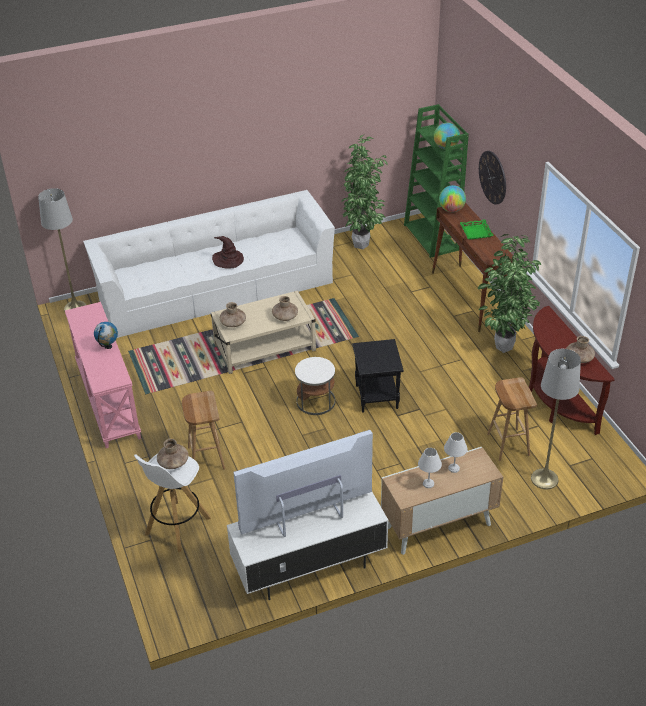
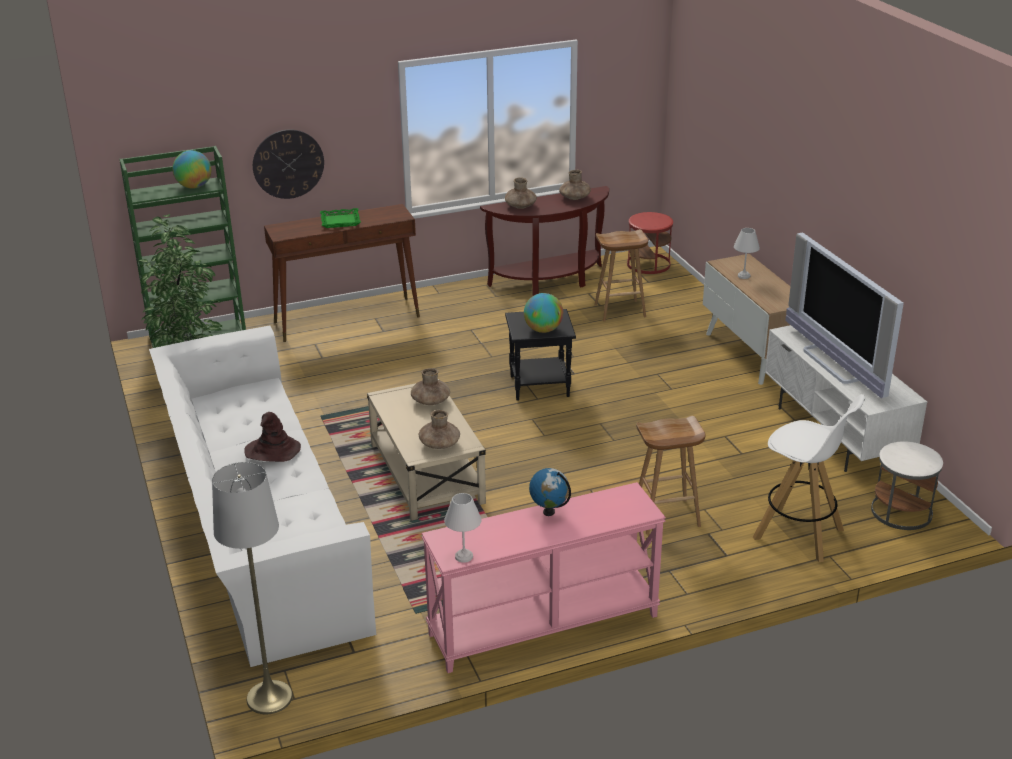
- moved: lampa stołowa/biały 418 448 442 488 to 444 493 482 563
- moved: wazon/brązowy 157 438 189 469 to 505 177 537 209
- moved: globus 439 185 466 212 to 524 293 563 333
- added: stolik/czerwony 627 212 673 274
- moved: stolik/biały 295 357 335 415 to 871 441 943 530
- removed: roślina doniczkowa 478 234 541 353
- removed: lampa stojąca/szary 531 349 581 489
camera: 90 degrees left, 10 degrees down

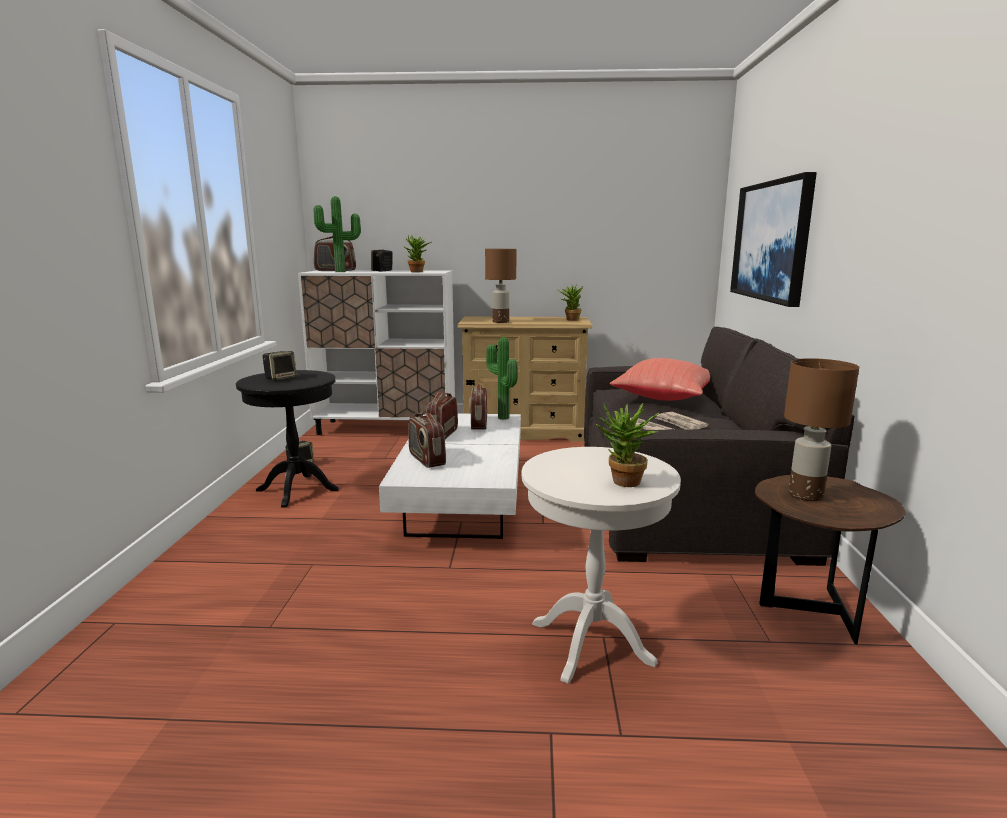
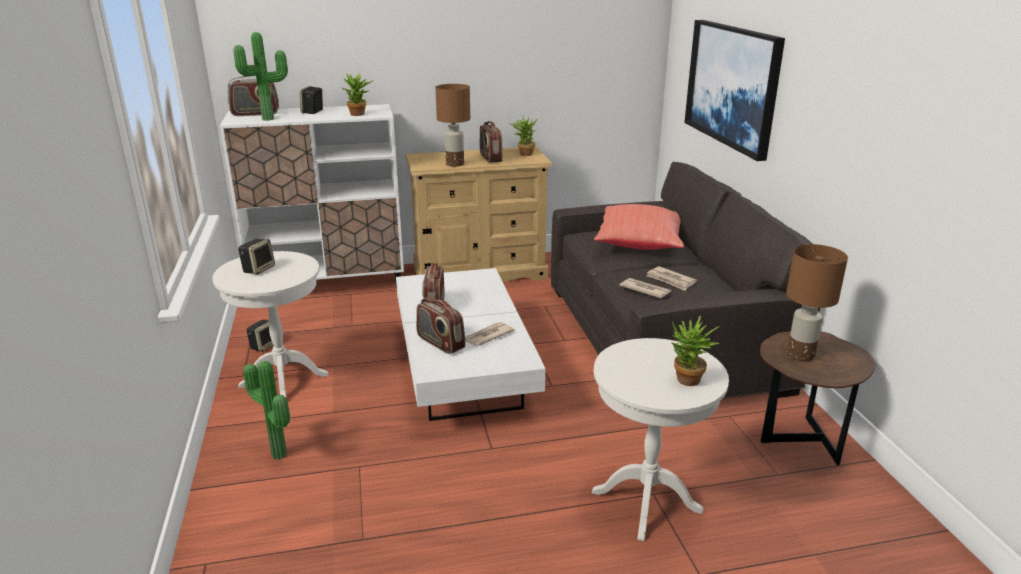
- recoloured: stolik/czarny 236 370 339 508 to stolik/biały 212 251 328 398
- moved: roślina doniczkowa 486 337 518 420 to 243 361 290 460
- added: gazeta 465 322 515 346
- moved: radio 469 384 487 430 to 480 121 503 163
camera: 15 degrees left, 10 degrees up

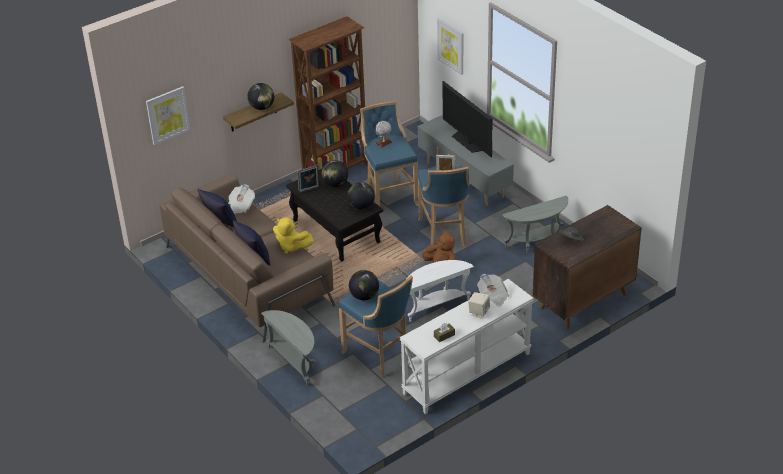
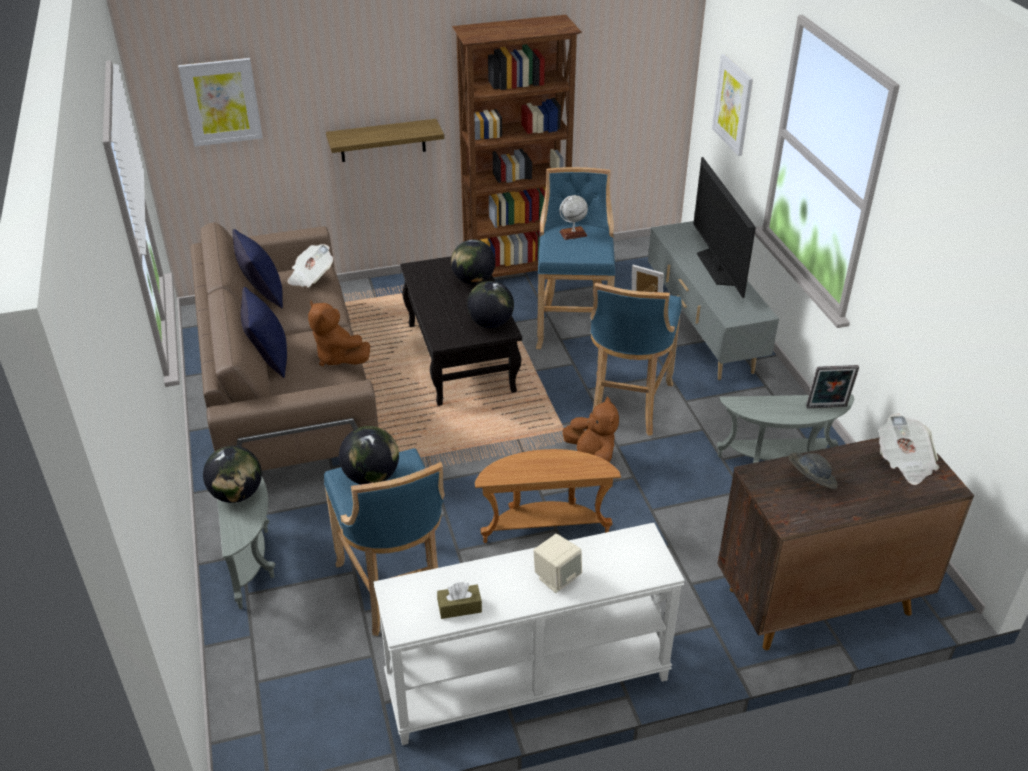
- moved: globus 247 83 274 110 to 203 446 262 503
- recoloured: pluszak/żółty 273 218 314 254 to pluszak/brązowy 308 301 370 366
- recoloured: stolik/biały 407 260 474 322 to stolik/brązowy 475 449 621 543
- moved: ramka na zdjęcie 298 165 319 193 to 806 365 859 408
- moved: gazeta 477 274 509 307 to 878 414 939 485
camera: 20 degrees right, 0 degrees up

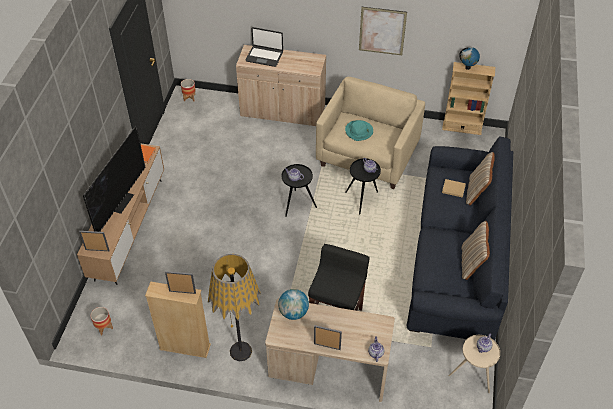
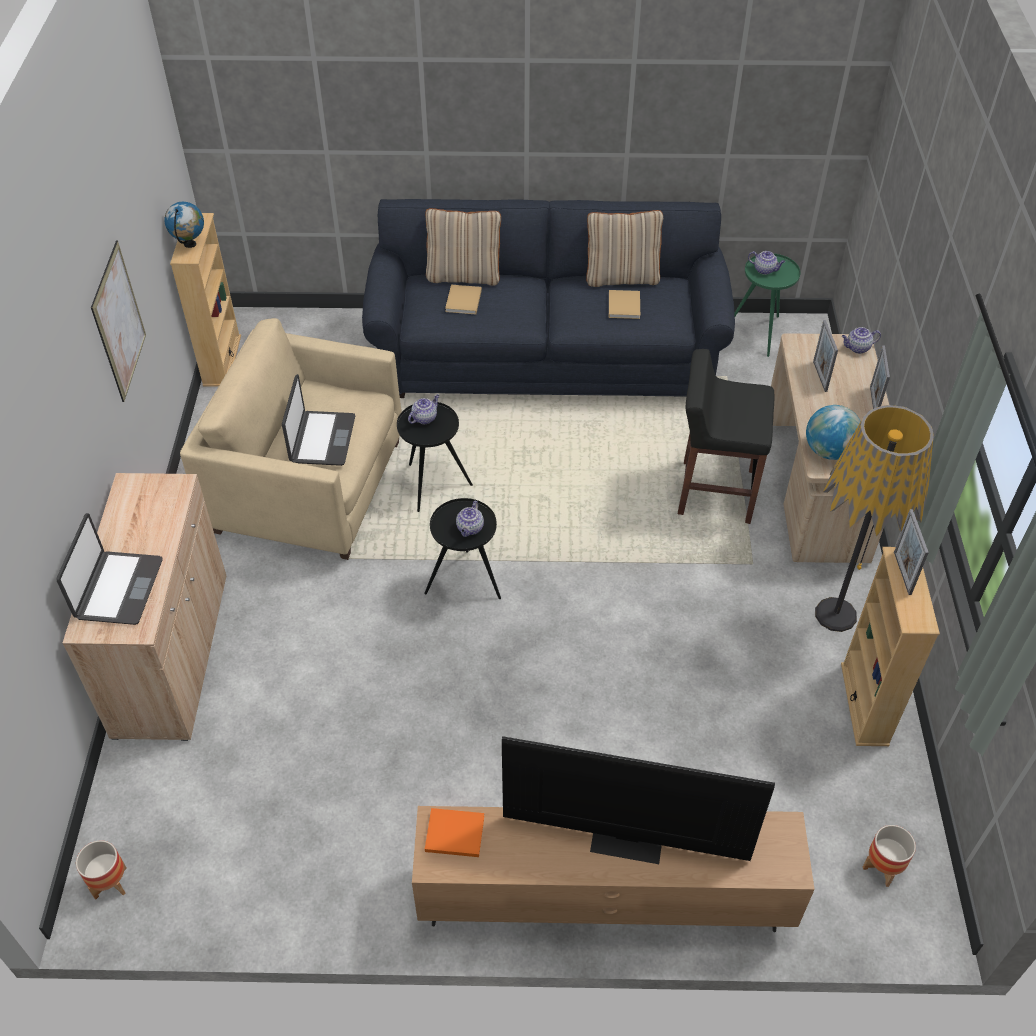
- replaced: kapelusz/turkusowy 345 120 373 141 to laptop 282 374 355 466
- added: książka/beżowy 609 290 640 319
- recoloured: stolik/beżowy 448 335 500 393 to stolik/zielony 734 253 800 357
- moved: ramka na zdjęcie 79 231 110 251 to 813 320 838 392
camera: 100 degrees left, 0 degrees up

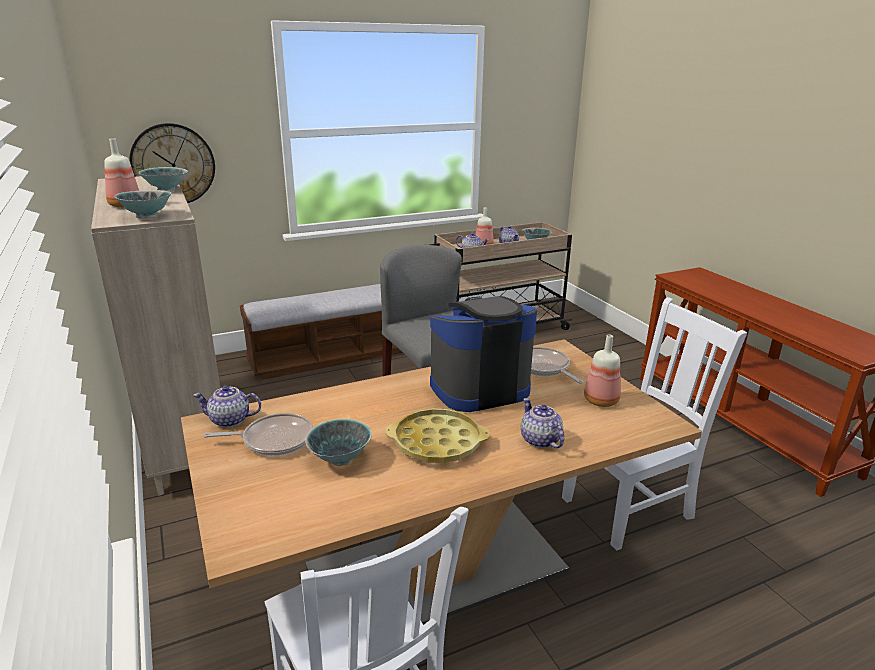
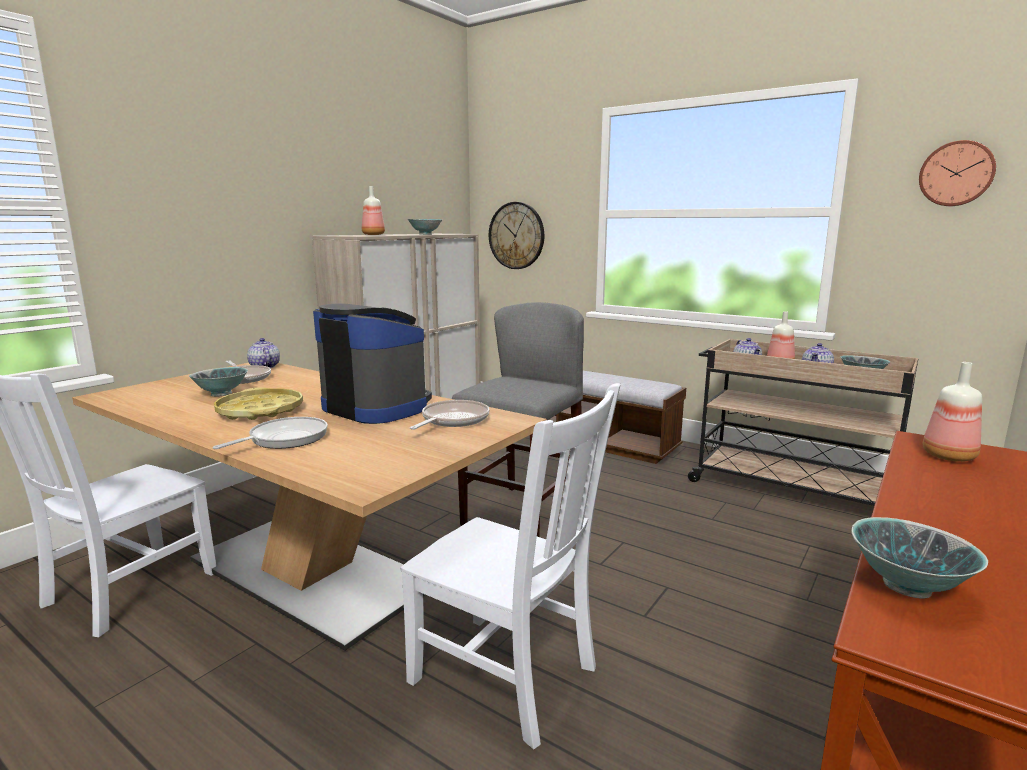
- replaced: imbryk 521 398 564 448 to patelnia 213 417 328 449
- moved: miska 115 190 171 218 to 851 517 988 599
- added: zegar ścienny 919 140 996 206
- moved: butelka 584 334 621 407 to 923 362 982 462
camera: 60 degrees right, 10 degrees down

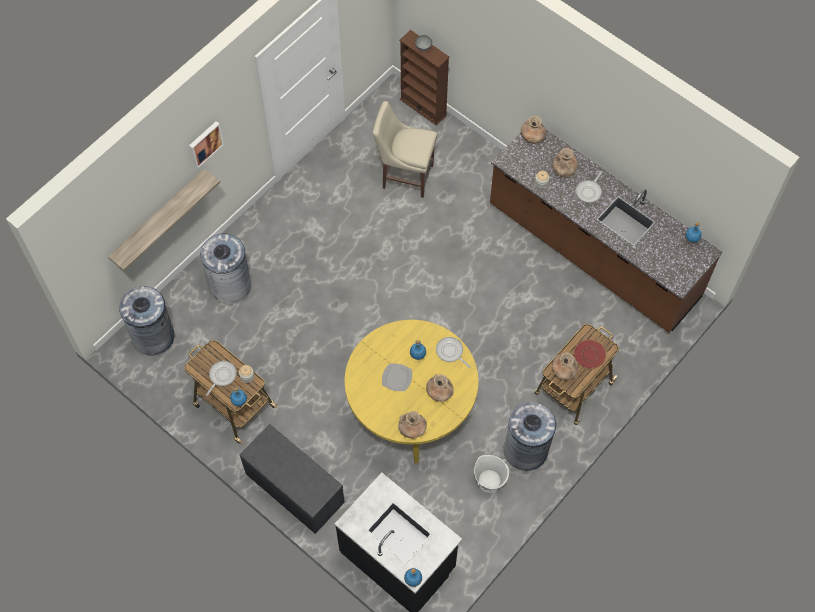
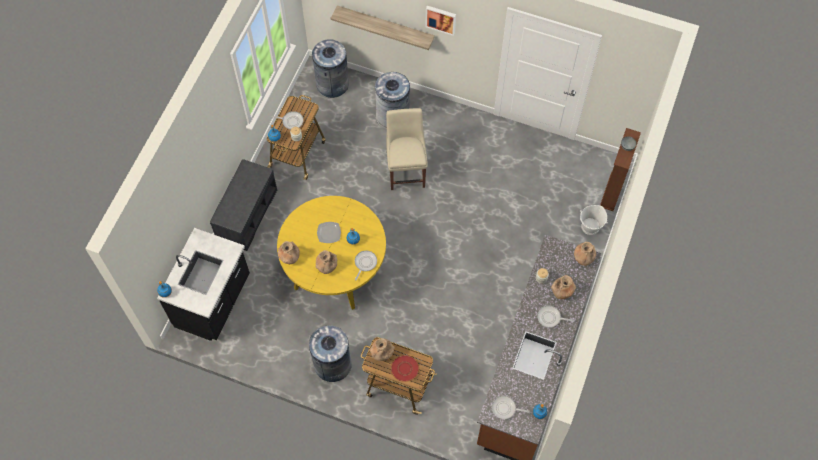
- moved: krzesło/beżowy 373 101 437 198 to 386 108 428 190
- added: patelnia 492 395 530 419
- moved: wiadro/biały 474 455 509 493 to 580 205 608 235
camera: 70 degrees right, 0 degrees up

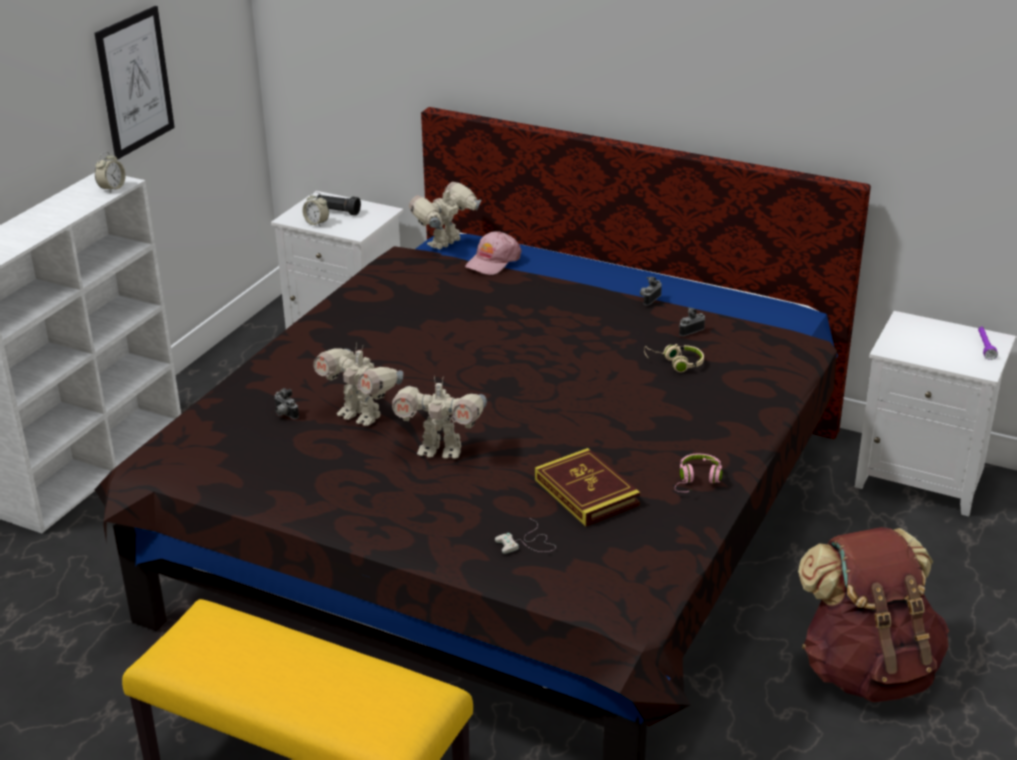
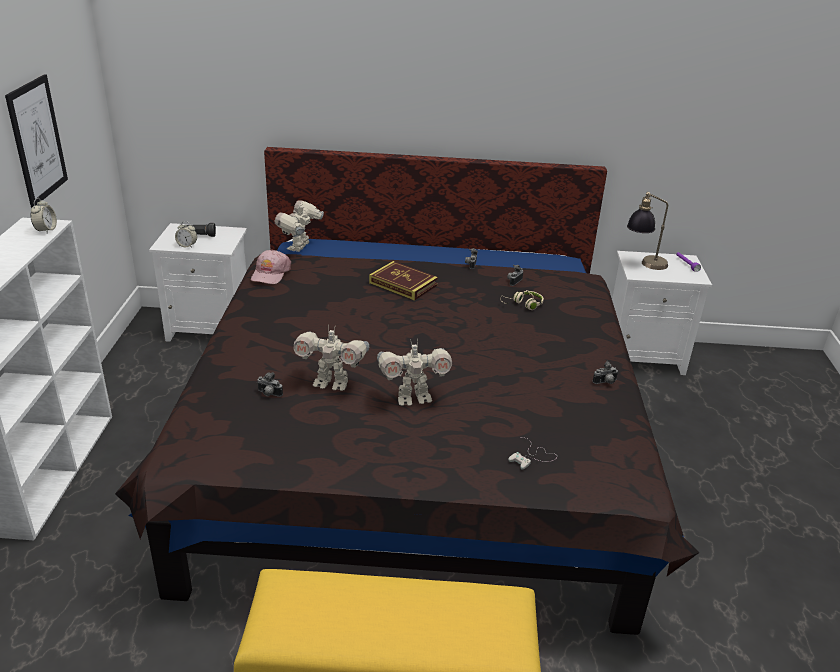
- moved: czapka z daszkiem/różowy 465 231 522 275 to 251 250 291 284
- moved: książka 535 448 640 527 to 369 261 438 301
- replaced: słuchawki/różowy 675 454 722 492 to aparat fotograficzny 593 361 618 384
- added: lampa stołowa 627 192 668 270
- removed: plecak/brązowy 798 527 949 702
camera: 25 degrees left, 0 degrees up

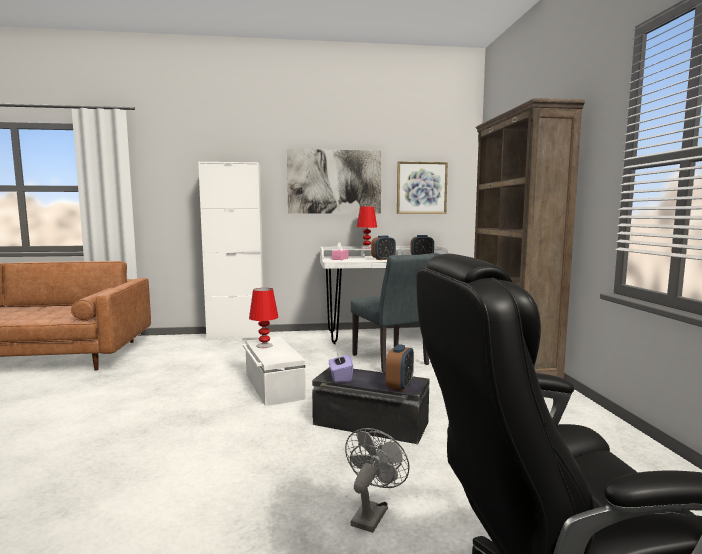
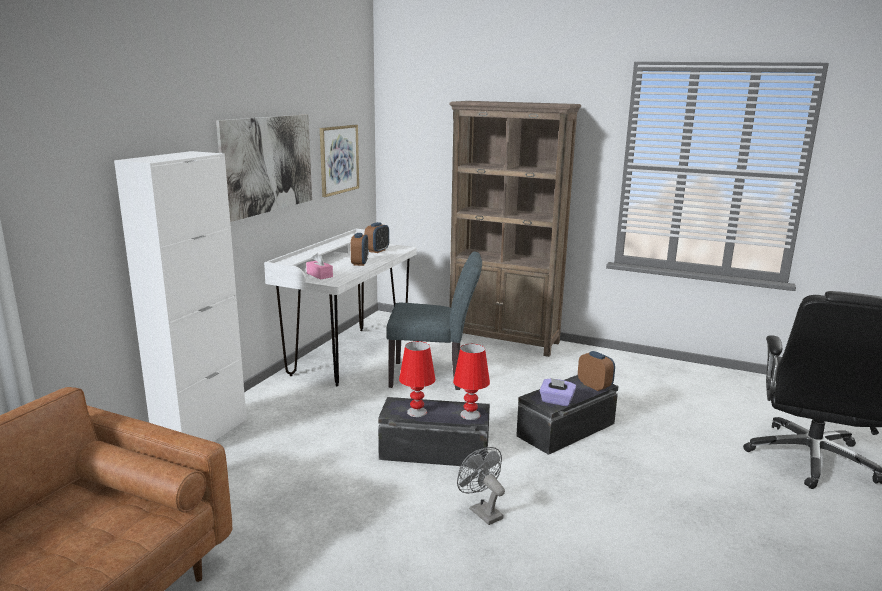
- recoloured: pojemnik do przechowywania/biały 243 337 306 406 to pojemnik do przechowywania/czarny 378 397 490 467
- moved: lampa stołowa/czerwony 357 207 377 249 to 453 344 490 420
- moved: wentylator/szary 345 428 410 533 to 457 447 505 525
camera: 60 degrees left, 10 degrees up

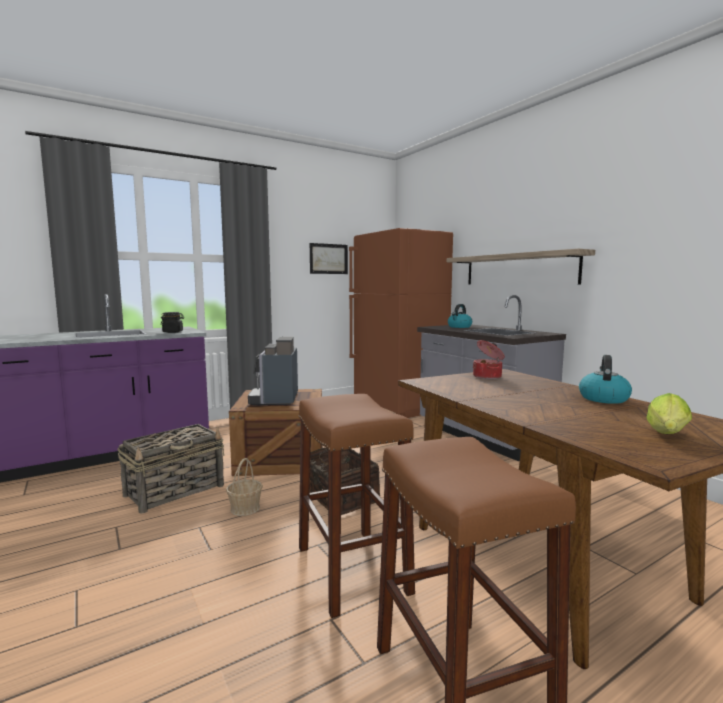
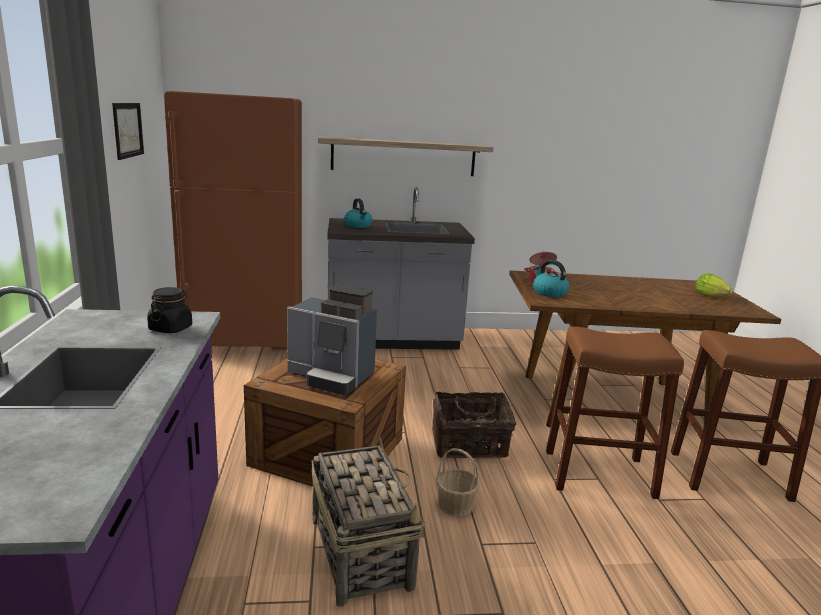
- moved: czajnik 579 355 632 404 to 533 260 569 297
camera: 65 degrees left, 10 degrees up

